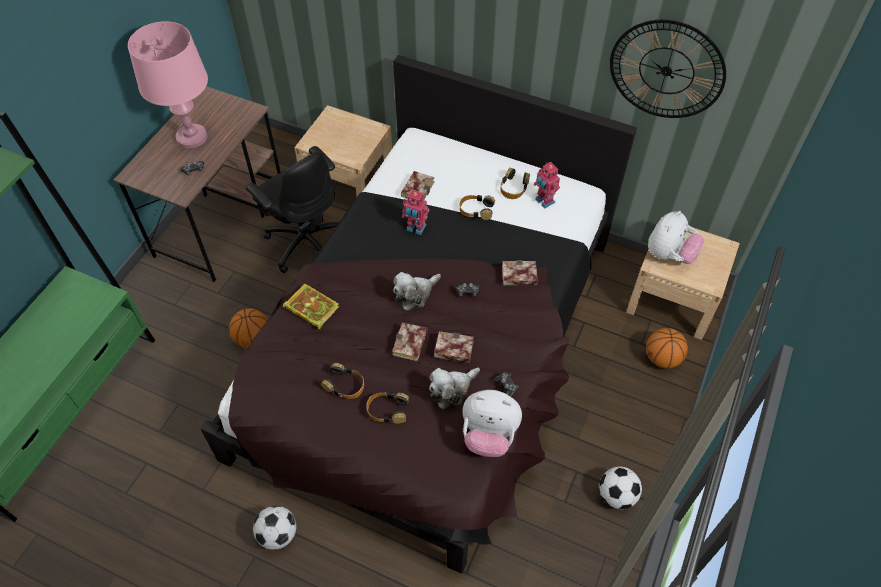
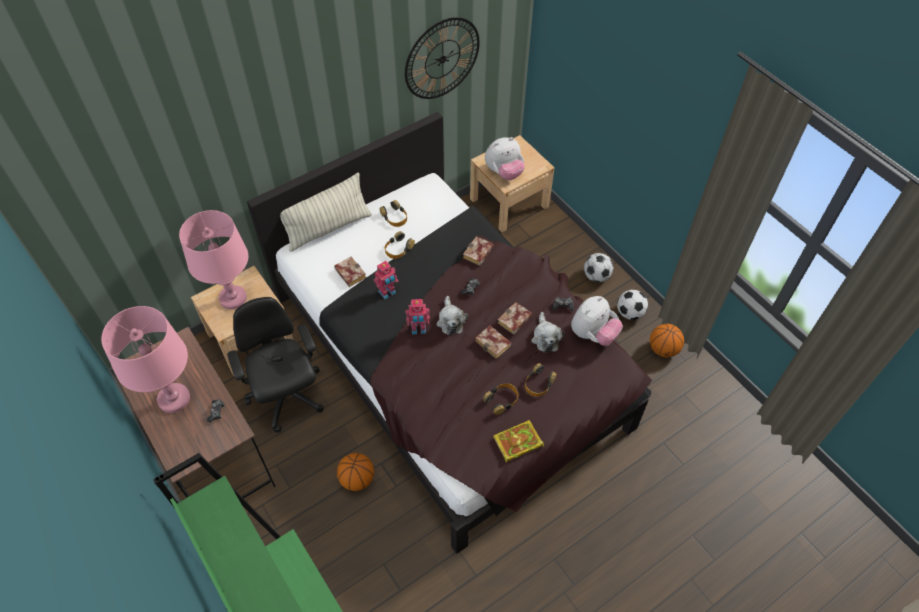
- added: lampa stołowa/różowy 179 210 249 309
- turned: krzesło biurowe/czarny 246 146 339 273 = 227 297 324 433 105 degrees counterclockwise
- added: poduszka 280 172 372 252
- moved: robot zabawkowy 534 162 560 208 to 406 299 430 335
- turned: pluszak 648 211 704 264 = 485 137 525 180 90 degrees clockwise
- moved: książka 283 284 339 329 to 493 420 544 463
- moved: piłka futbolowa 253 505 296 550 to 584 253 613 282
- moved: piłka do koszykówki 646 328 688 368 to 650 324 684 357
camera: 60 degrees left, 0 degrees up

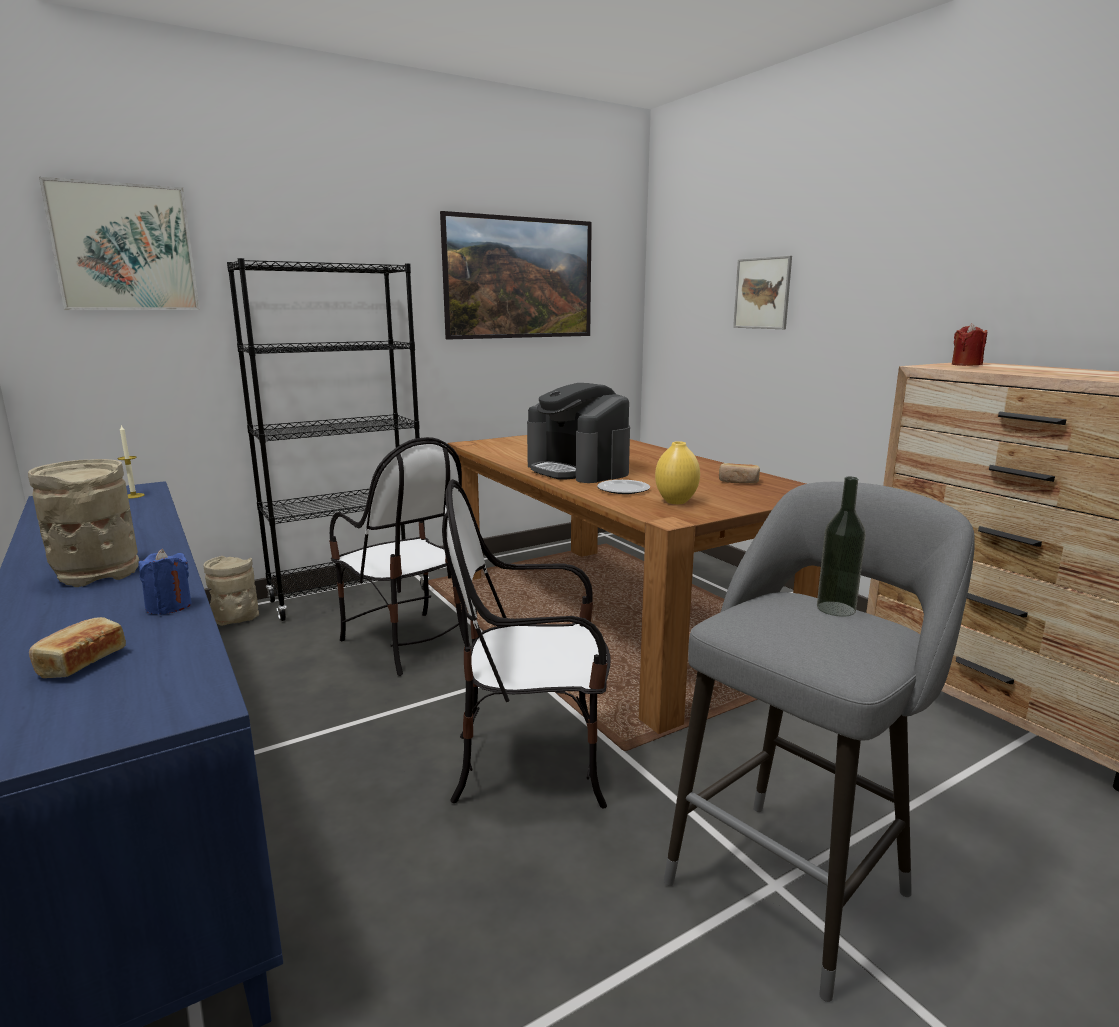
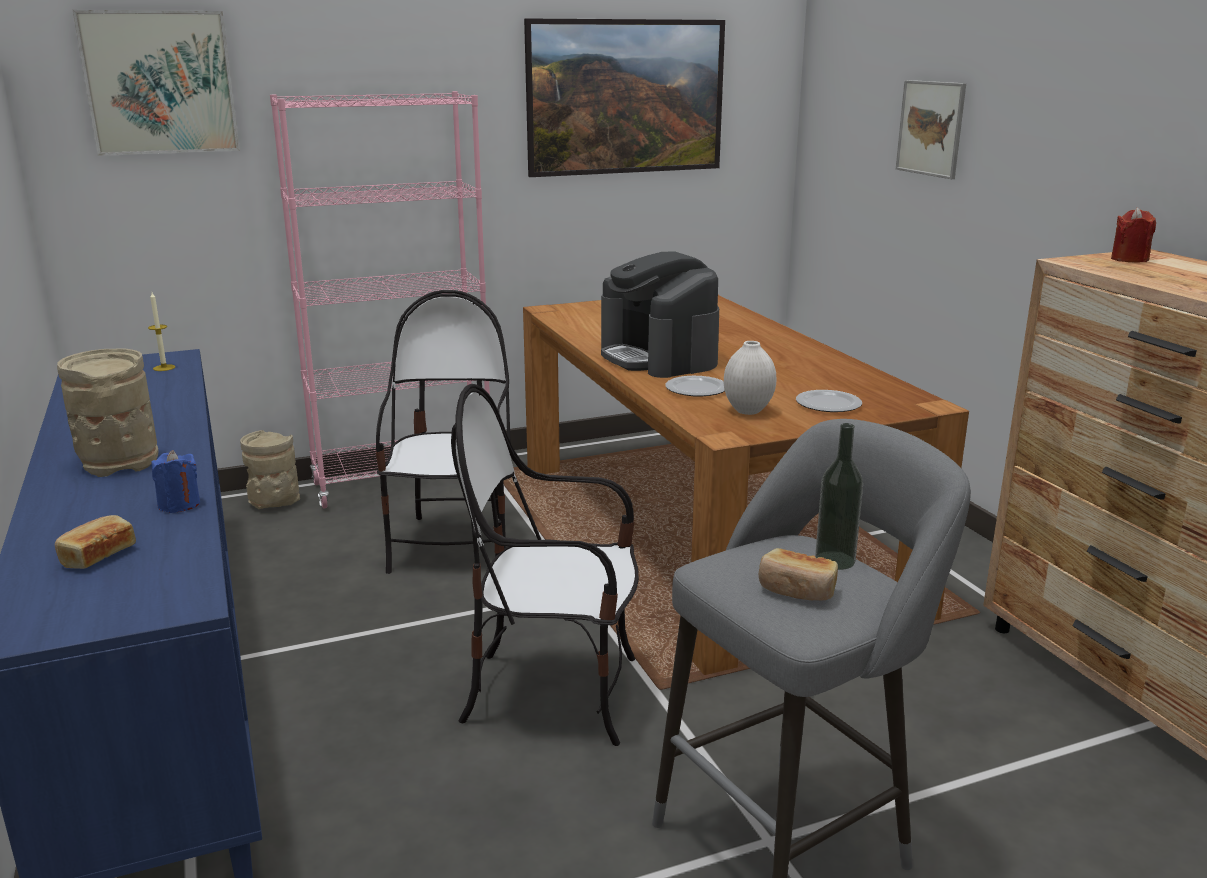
- recoloured: regał/czarny 227 258 429 621 to regał/różowy 270 91 490 509
- turned: krzesło 329 437 471 676 = 376 290 511 574 150 degrees counterclockwise
- recoloured: wazon/żółty 655 441 700 504 to wazon/biały 724 341 777 415
- moved: chleb 719 463 760 484 to 759 548 838 600
- added: talerz 796 390 862 412
camera: 10 degrees right, 5 degrees up

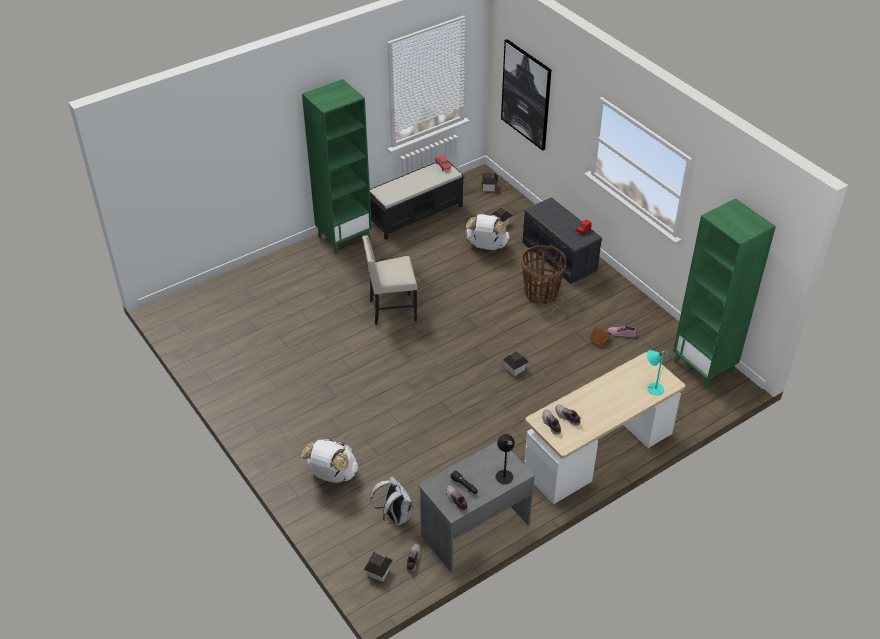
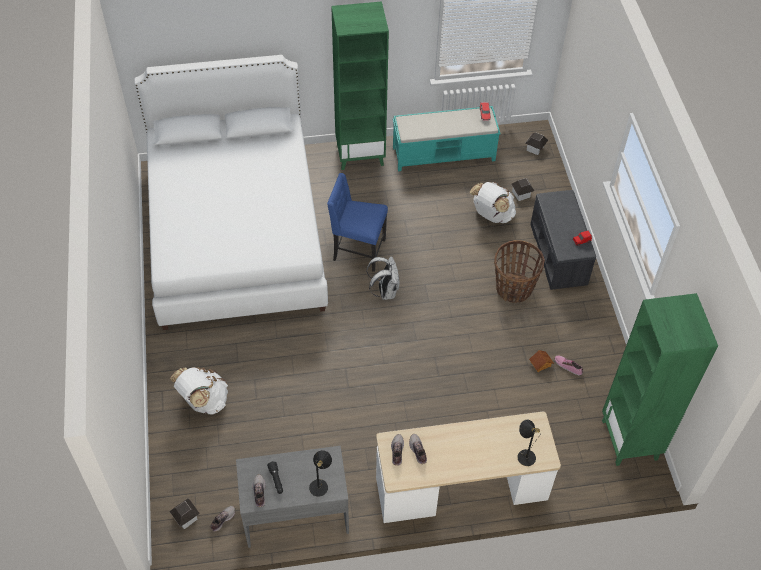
- added: łóżko/biały 134 55 328 330
- recoloured: krzesło/beżowy 363 236 418 325 to krzesło/niebieski 327 173 388 272
- moved: plecak/biały 370 476 414 526 to 367 256 399 300
- recoloured: ławka/czarny 370 161 464 240 to ławka/turkusowy 393 106 501 171
- recoloured: lampa stołowa/turkusowy 647 350 669 395 to lampa stołowa/czarny 518 420 541 466
- removed: obraz 501 39 551 151
- removed: domek 503 351 529 376
camera: 25 degrees right, 10 degrees up

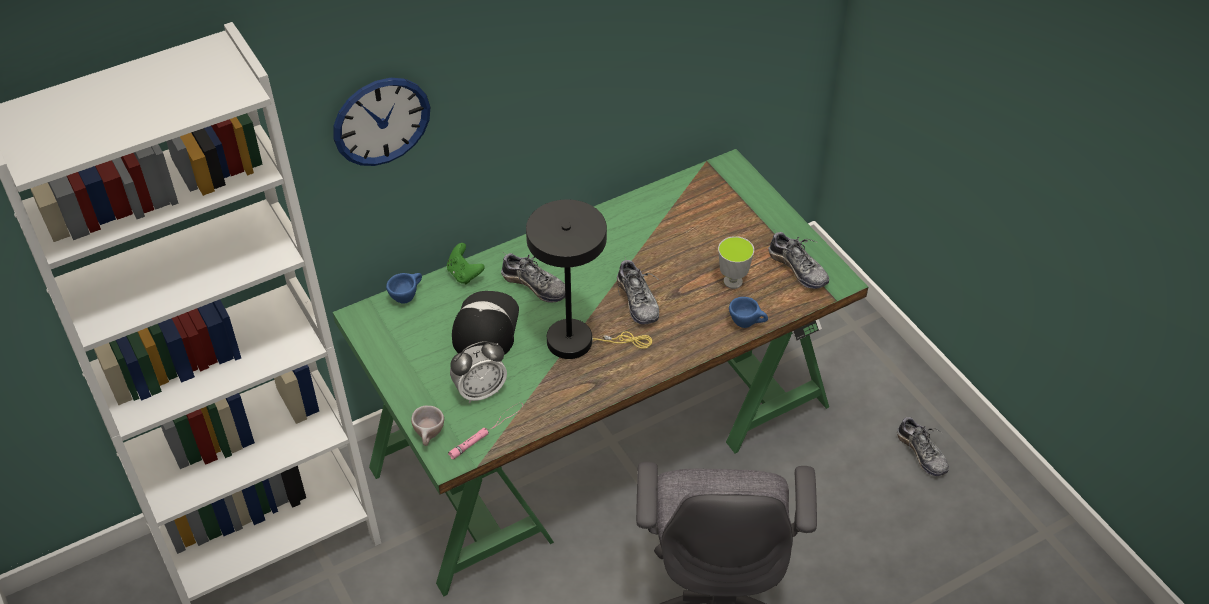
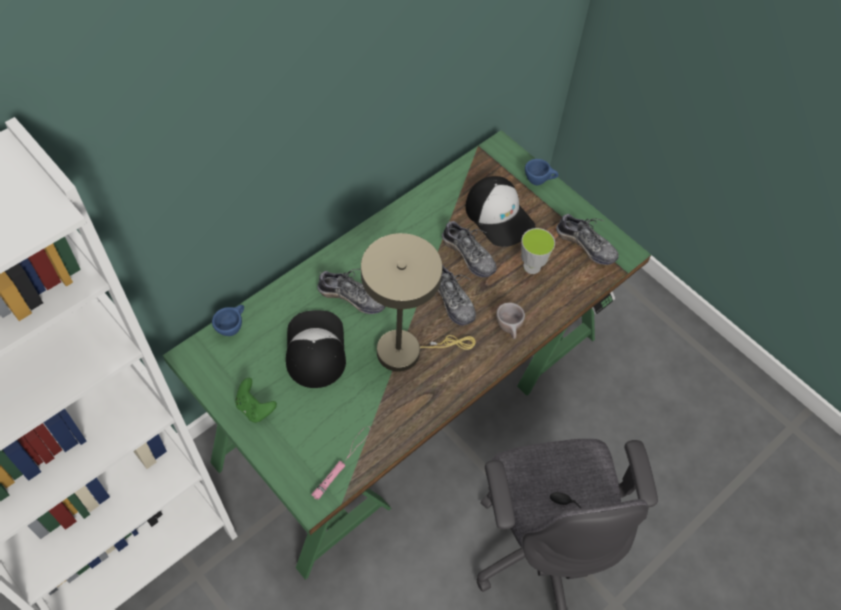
- moved: pad do gier/zielony 447 243 485 284 to 235 378 277 423
- recoloured: lampa stołowa/czarny 526 199 652 359 to lampa stołowa/beżowy 361 233 476 372
- moved: but 897 414 949 476 to 442 218 497 277
- added: czapka z daszkiem 465 176 536 247
- moved: filiżanka/beżowy 411 406 444 446 to 496 303 525 339
- moved: filiżanka/niebieski 729 297 768 328 to 525 159 559 185
- removed: zegar ścienny 333 78 430 166
- removed: budzik 450 341 507 403
camera: 15 degrees left, 10 degrees up

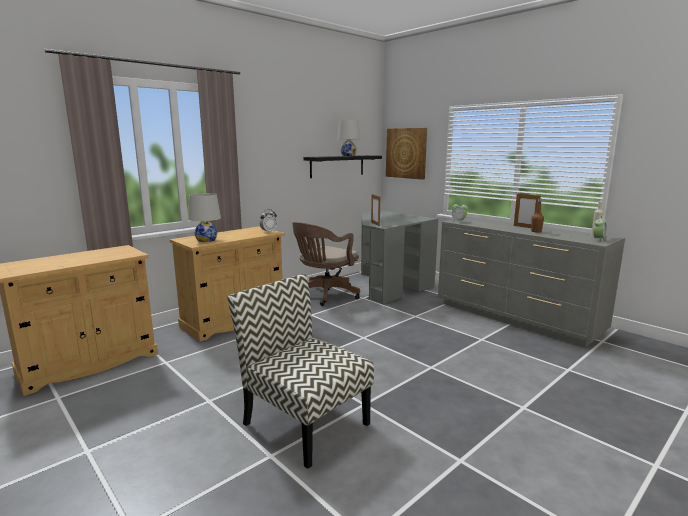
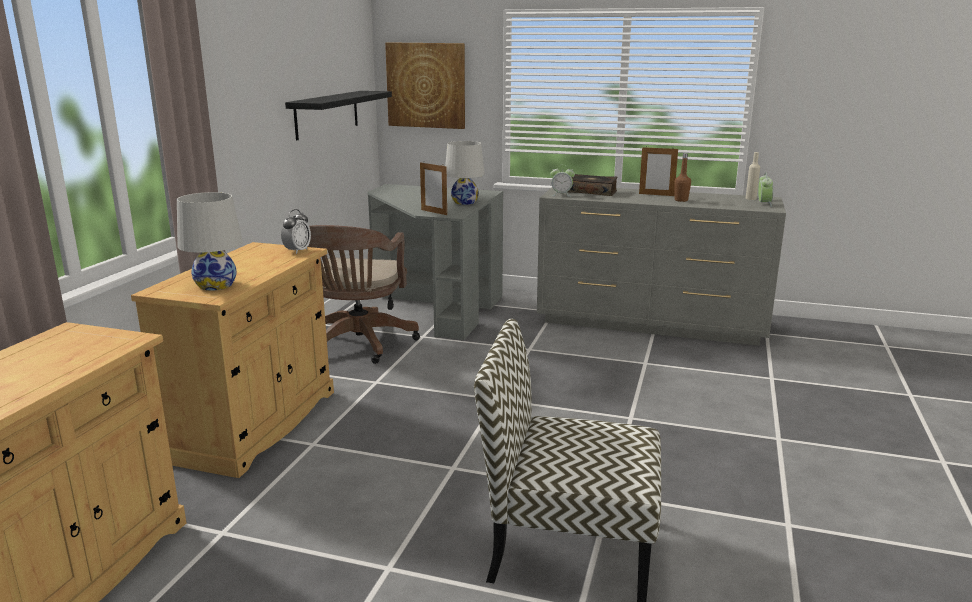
- moved: lampa stołowa/biały 337 120 360 156 to 445 141 485 205
- added: książka 568 174 618 196
camera: 30 degrees left, 5 degrees up

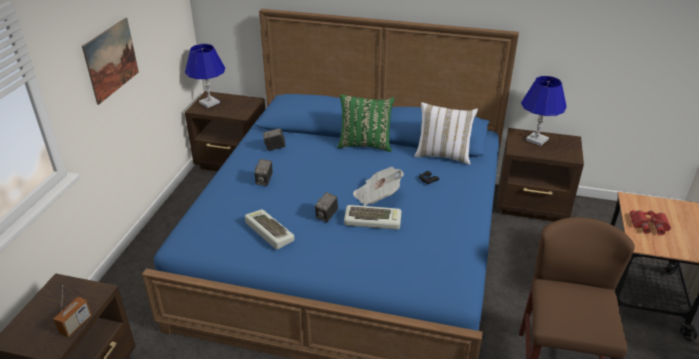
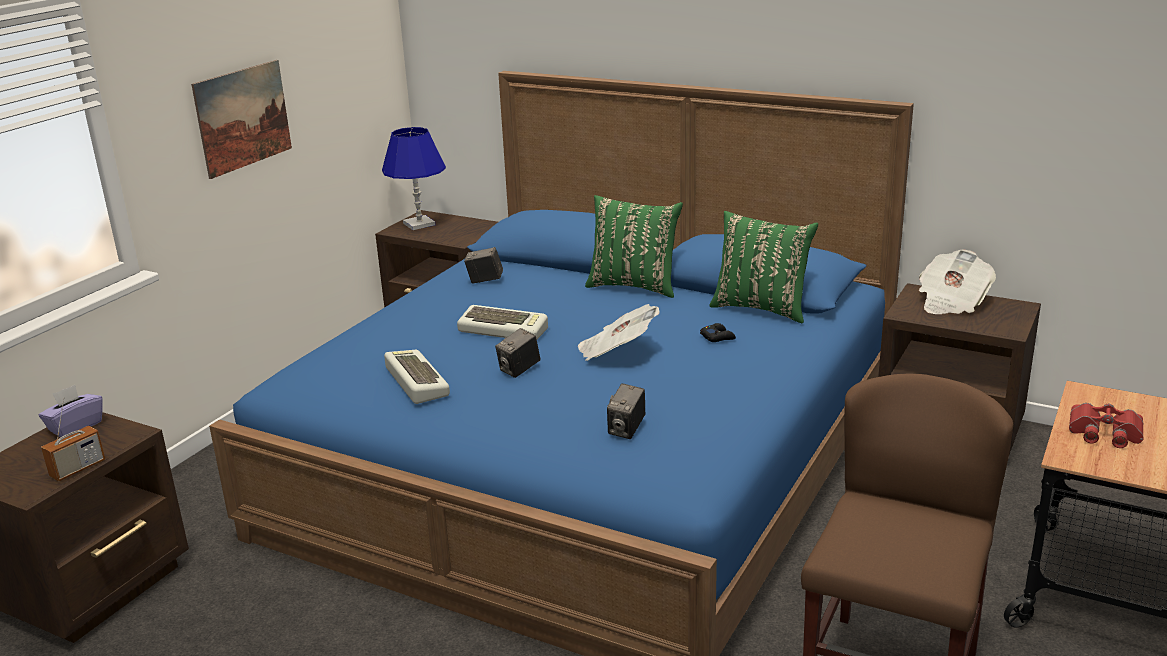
- added: pudełko chusteczek/fioletowy 39 385 103 438
- moved: klawiatura 344 205 401 230 to 457 305 548 339
- moved: aparat fotograficzny 255 159 273 186 to 607 383 645 439
- recoloured: poduszka/biały 414 102 478 165 to poduszka/zielony 709 211 818 323
- replaced: lampa stołowa/niebieski 521 76 567 146 to gazeta 919 250 996 314
camera: 15 degrees right, 10 degrees down

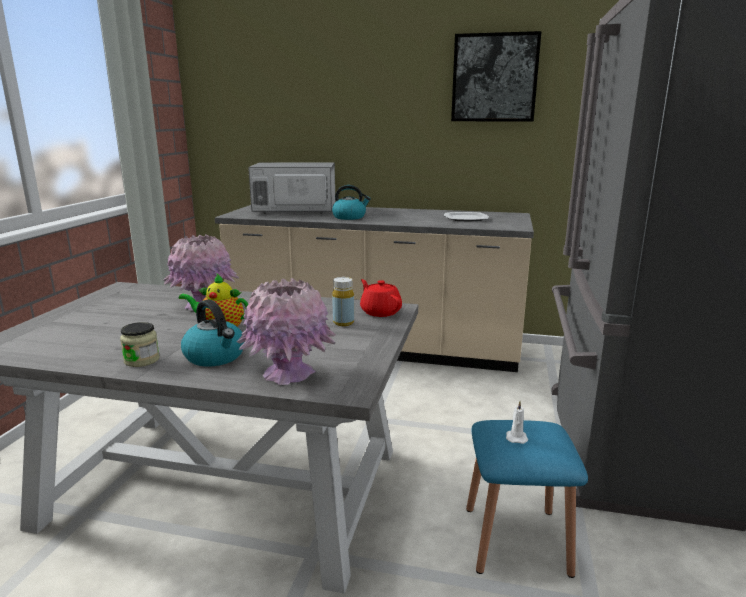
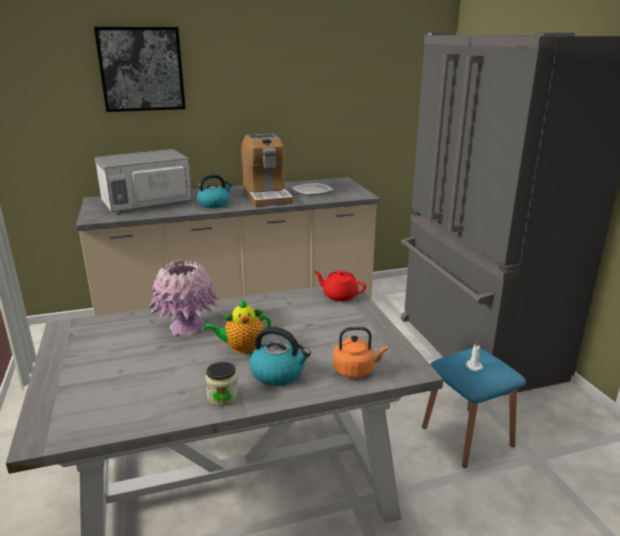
- moved: obraz 451 31 542 122 to 94 27 186 112
- added: ekspres do kawy 241 134 293 207
- replaced: wazon/różowy 237 278 336 385 to czajnik/pomarańczowy 333 327 388 378
- removed: butelka/żółty 332 277 354 326
camera: 30 degrees left, 5 degrees up

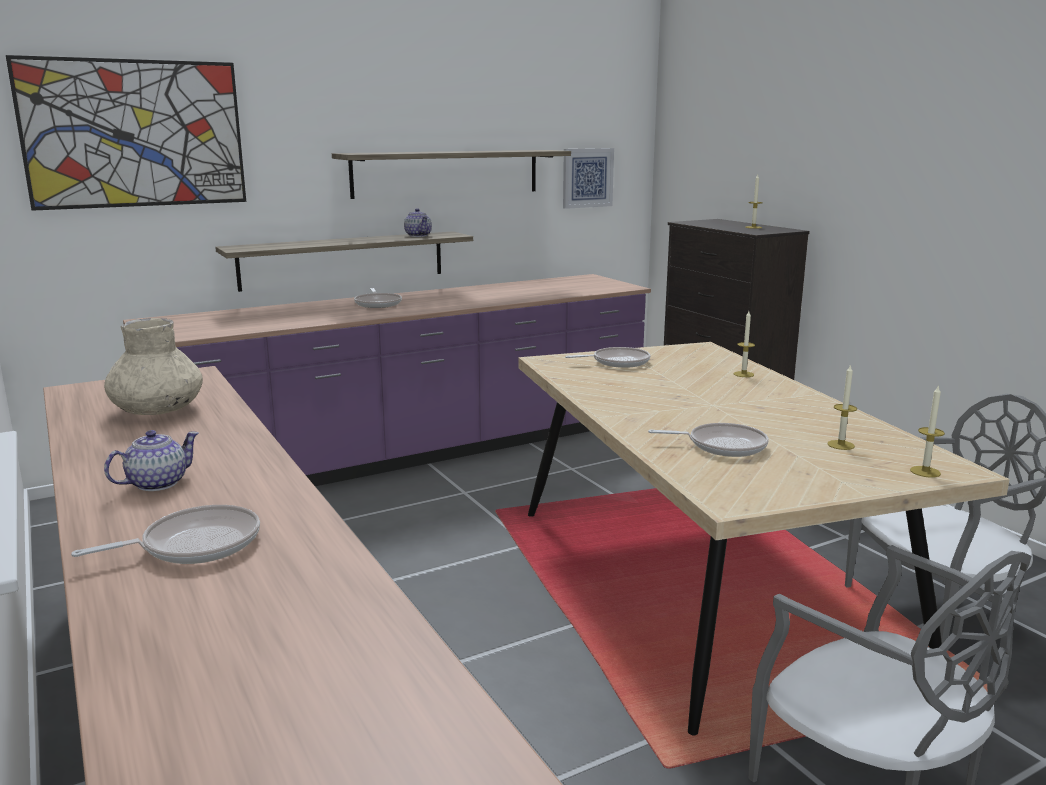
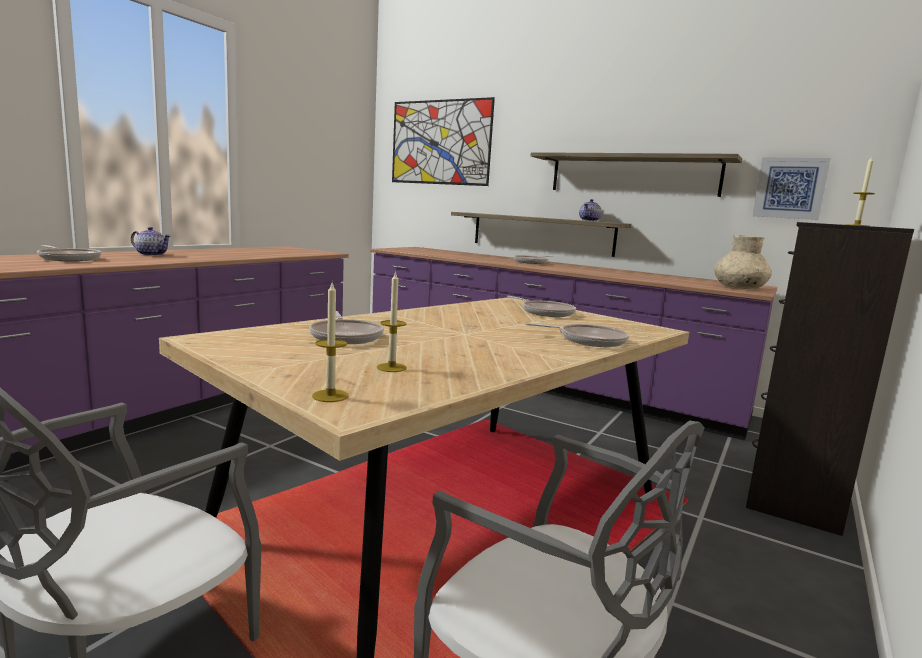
- replaced: świeca 734 311 755 377 to patelnia 525 323 629 347
- moved: wazon/beżowy 104 318 203 415 to 714 235 772 289
camera: 60 degrees right, 5 degrees down

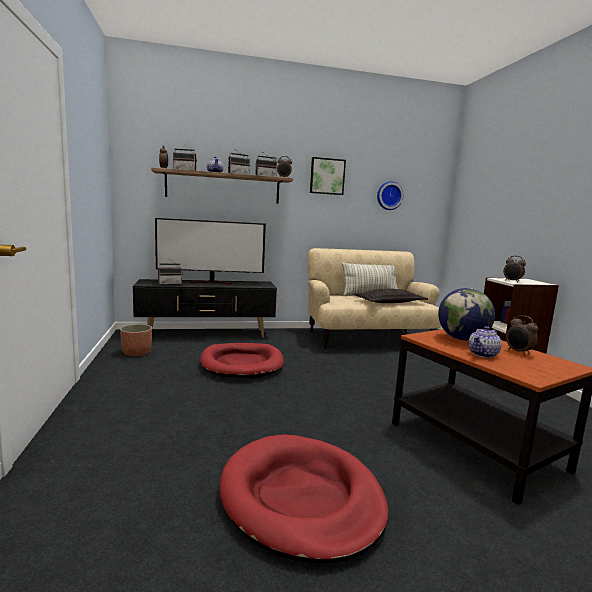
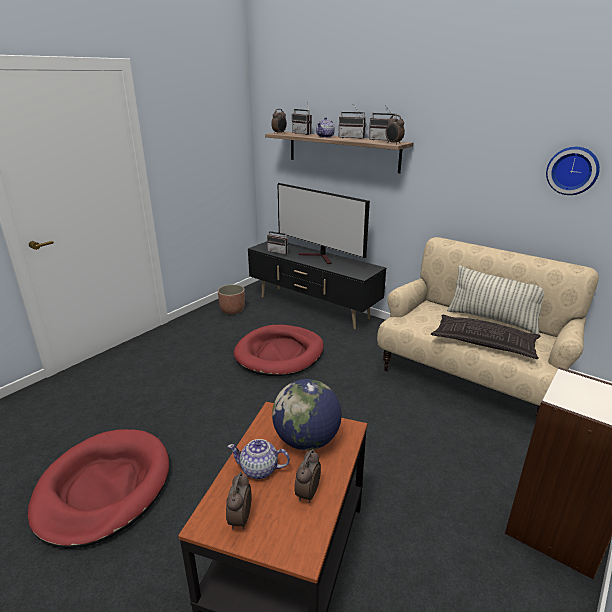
- moved: budzik 503 256 526 282 to 226 472 252 530
- removed: obraz 310 157 346 195
camera: 50 degrees right, 15 degrees up

